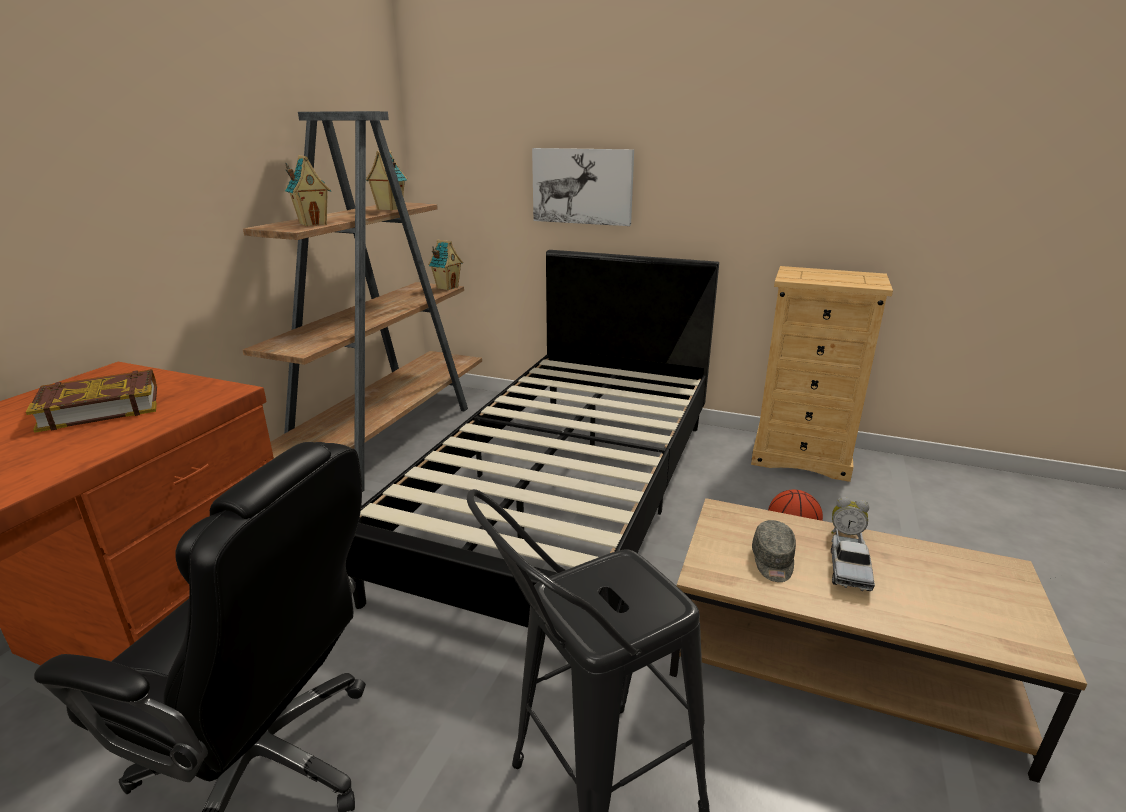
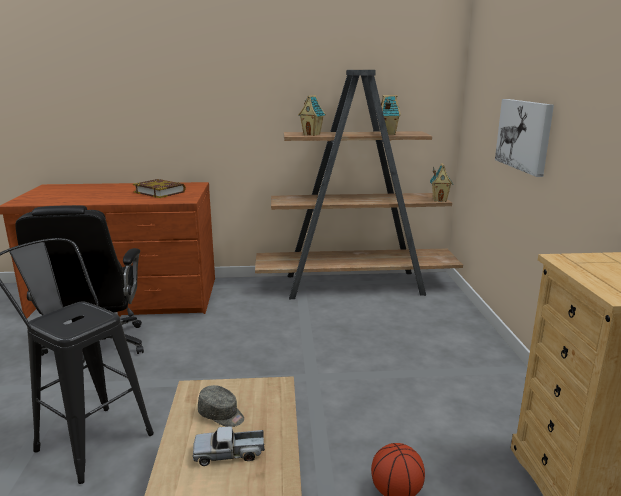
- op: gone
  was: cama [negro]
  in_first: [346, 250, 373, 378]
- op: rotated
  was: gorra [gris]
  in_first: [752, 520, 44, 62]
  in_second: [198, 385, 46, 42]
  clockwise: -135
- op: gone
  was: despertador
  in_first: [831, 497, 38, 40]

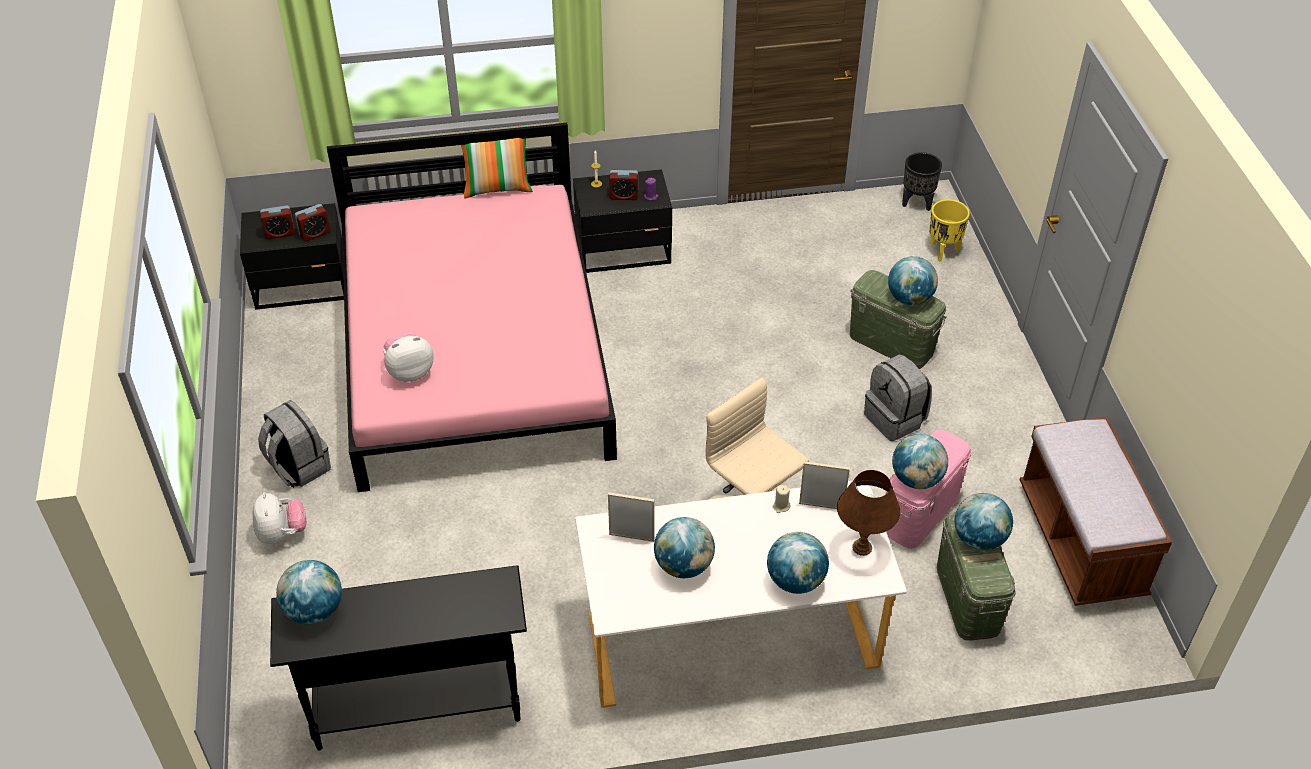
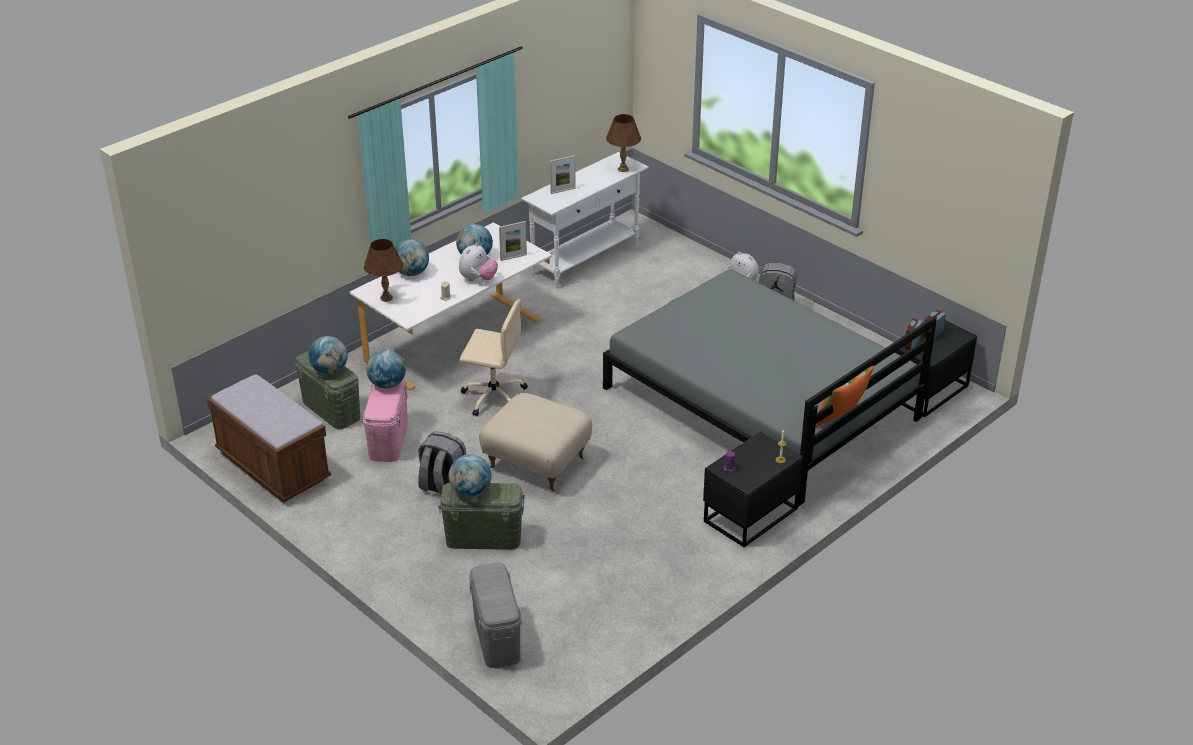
- op: repainted
  was: mesa consola [negro]
  now: mesa consola [blanco]
  in_first: [270, 565, 257, 185]
  in_second: [521, 152, 128, 137]
- op: swapped
  was: globo terráqueo
  now: lámpara de mesa [marrón]
  in_first: [276, 560, 66, 64]
  in_second: [606, 114, 35, 58]
- op: repainted
  was: cama [rosa]
  now: cama [gris]
  in_first: [327, 123, 290, 369]
  in_second: [603, 269, 334, 238]
- op: shifted
  was: peluche
  in_first: [383, 333, 51, 49]
  in_second: [459, 243, 39, 38]
- op: gone
  was: despertador
  in_first: [609, 170, 29, 30]
- op: shifted
  was: portarretratos
  in_first: [799, 461, 51, 48]
  in_second: [550, 155, 26, 39]
- op: gone
  was: maceta [negro]
  in_first: [902, 152, 40, 59]
- op: swapped
  was: maceta [amarillo]
  now: caja de almacenaje [gris]
  in_first: [929, 199, 41, 63]
  in_second: [469, 563, 53, 105]
- op: new
  now: puf [beis]
  in_second: [479, 393, 113, 98]

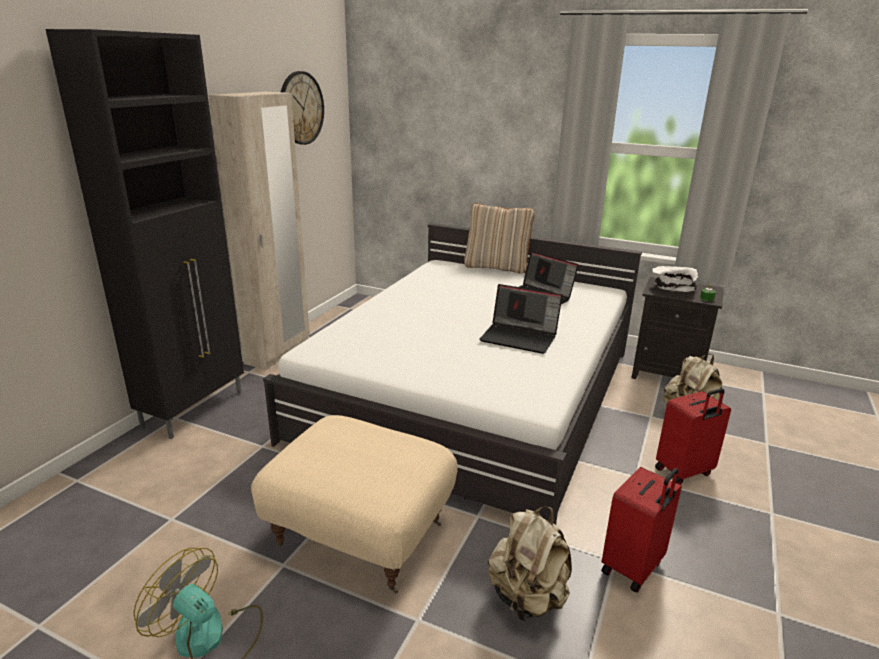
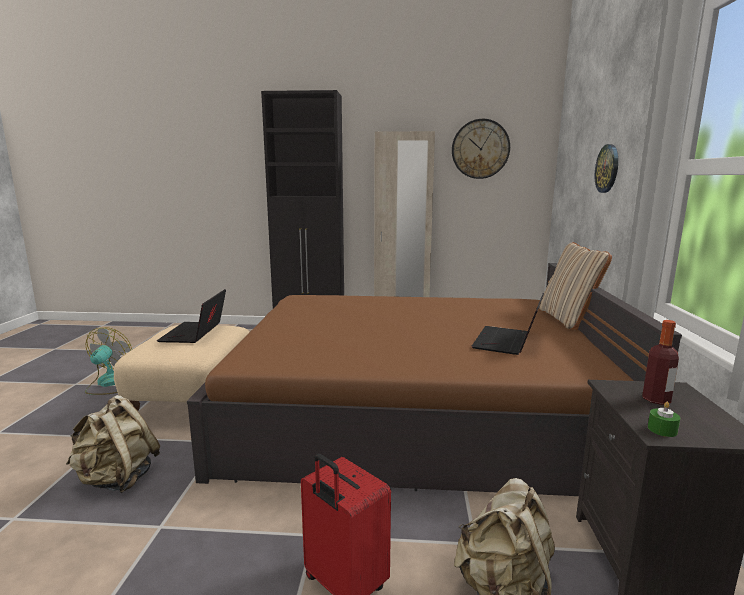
- op: repainted
  was: cama [blanco]
  now: cama [marrón]
  in_first: [263, 223, 379, 302]
  in_second: [187, 263, 495, 233]
- op: shifted
  was: portátil
  in_first: [479, 284, 83, 70]
  in_second: [157, 289, 69, 54]
- op: gone
  was: maleta [rojo]
  in_first: [602, 467, 80, 126]
- op: swapped
  was: cuenco [blanco]
  now: botella
  in_first: [652, 266, 46, 26]
  in_second: [642, 320, 37, 85]
- op: new
  now: reloj de pared
  in_second: [595, 144, 23, 49]

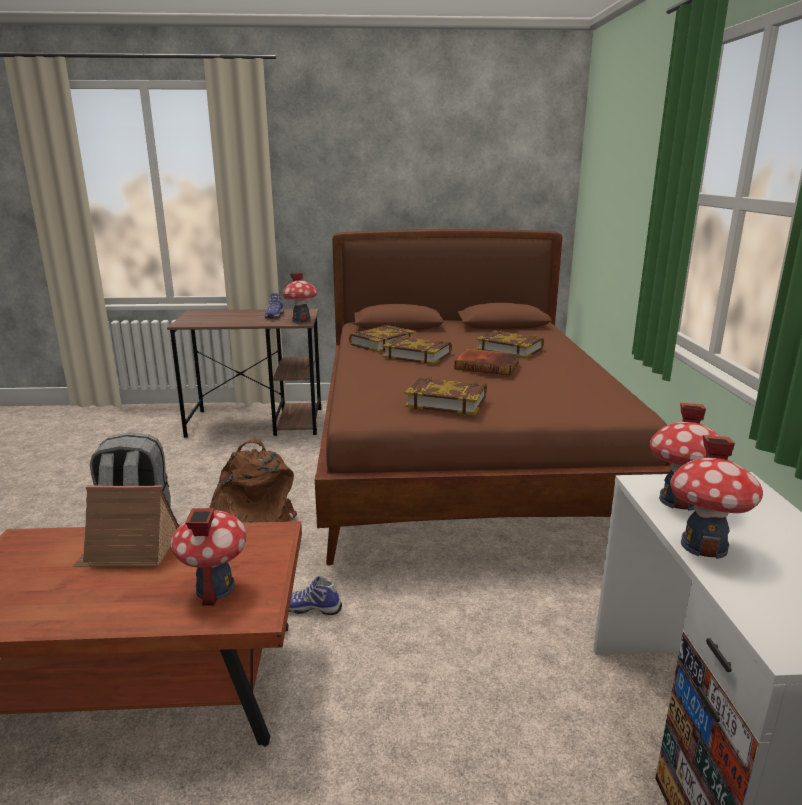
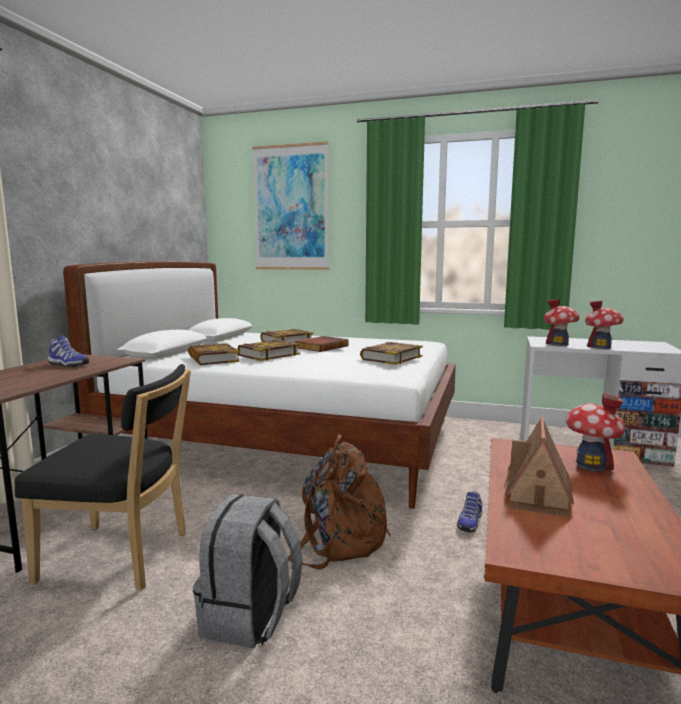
- op: gone
  was: casita
  in_first: [283, 273, 34, 50]
- op: repainted
  was: cama [marrón]
  now: cama [blanco]
  in_first: [315, 229, 357, 336]
  in_second: [63, 261, 393, 248]
- op: new
  now: silla [negro]
  in_second: [15, 364, 176, 227]
- op: new
  now: cuadro
  in_second: [252, 142, 77, 128]

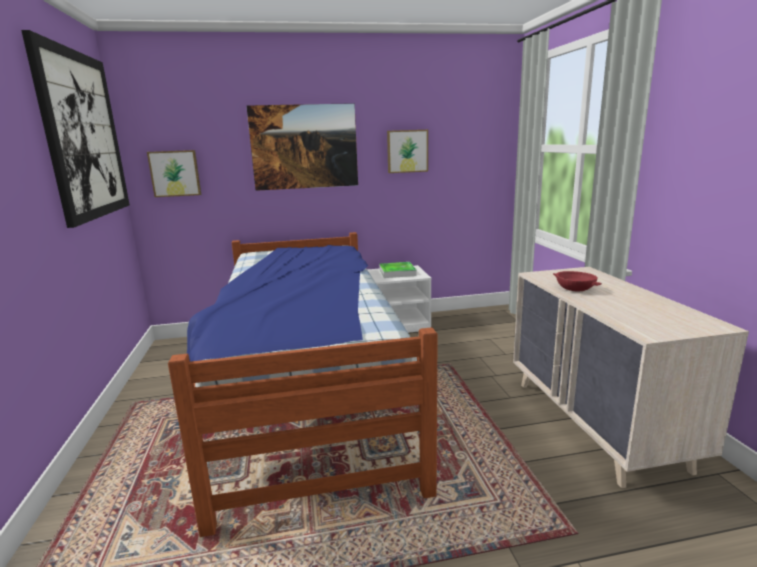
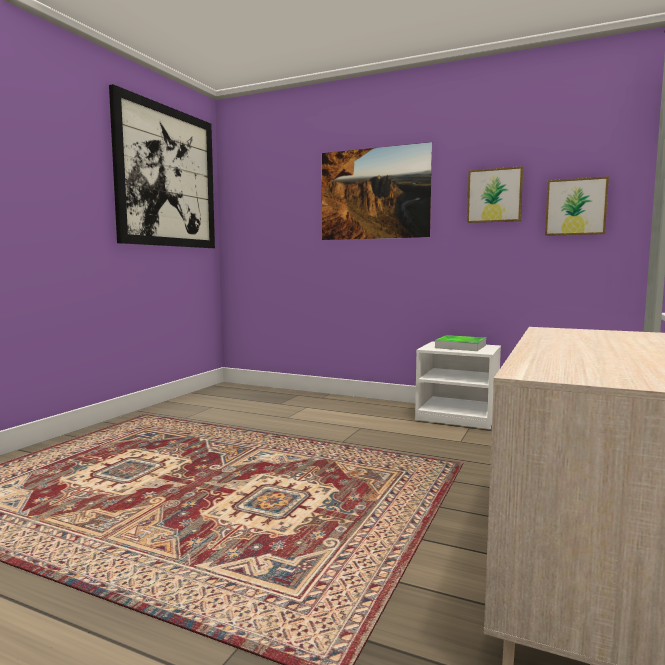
- op: shifted
  was: cuadro
  in_first: [147, 150, 54, 47]
  in_second: [545, 176, 64, 60]
- op: gone
  was: cama
  in_first: [168, 232, 270, 305]
- op: gone
  was: cuenco [rojo]
  in_first: [553, 271, 49, 20]

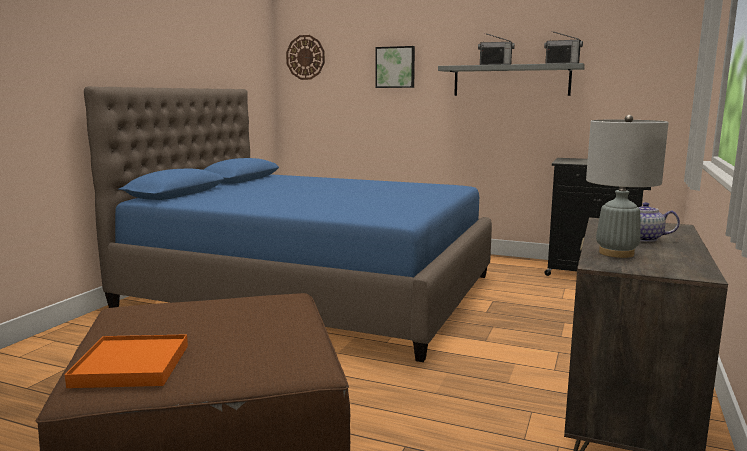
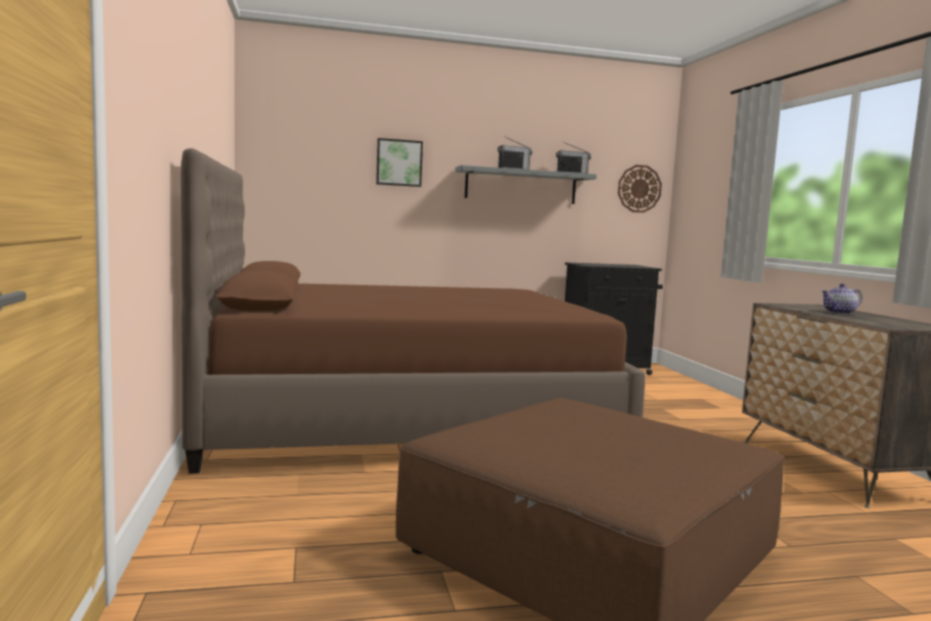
- op: gone
  was: bandeja [naranja]
  in_first: [65, 334, 123, 54]
- op: repainted
  was: cama [azul]
  now: cama [marrón]
  in_first: [84, 86, 408, 276]
  in_second: [181, 148, 464, 326]
- op: shifted
  was: reloj de pared
  in_first: [286, 35, 39, 45]
  in_second: [618, 165, 44, 48]
- op: gone
  was: lámpara de mesa [gris]
  in_first: [586, 115, 83, 143]

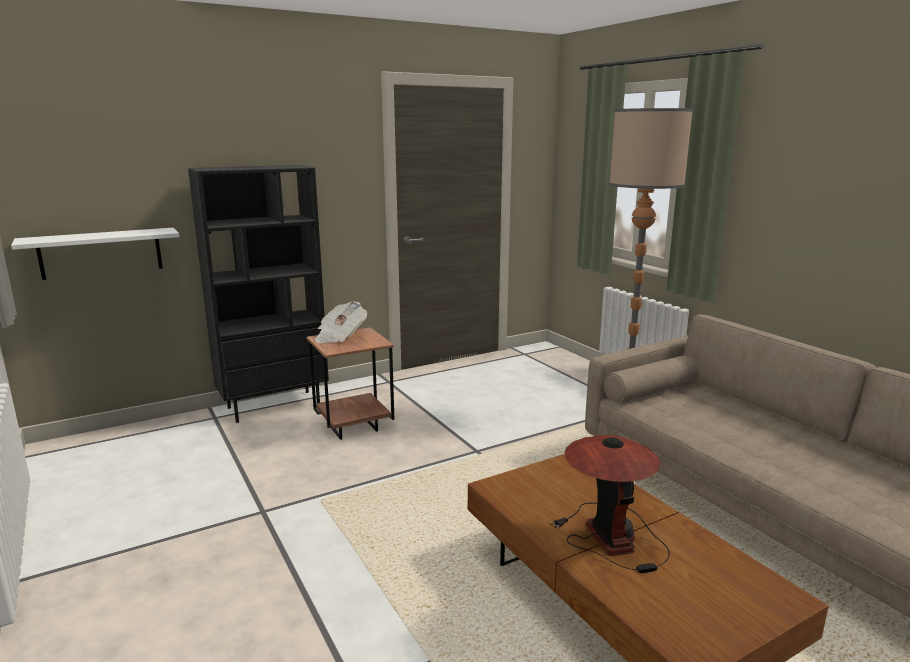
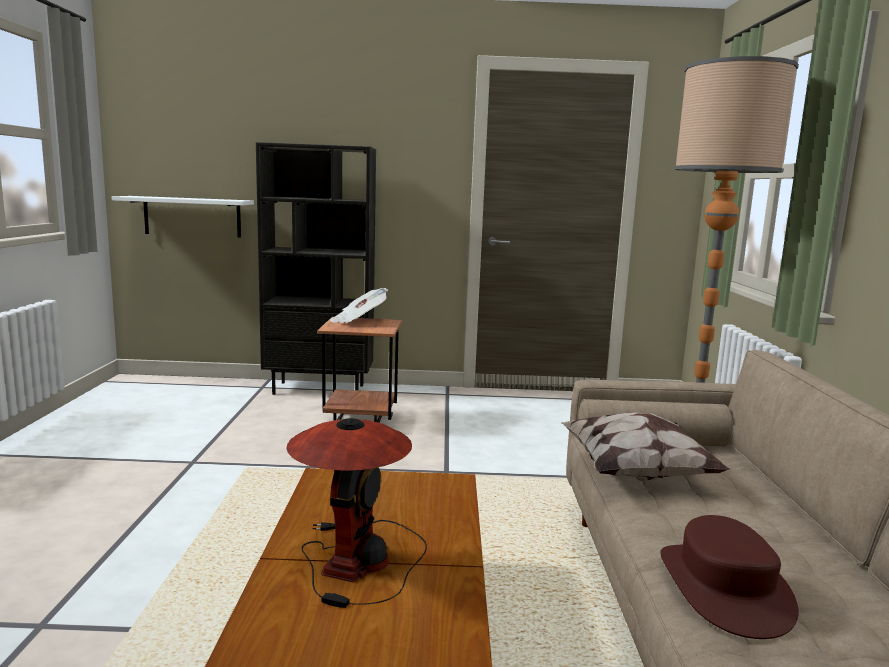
- op: new
  now: cojín
  in_second: [560, 412, 170, 69]
- op: new
  now: sombrero [marrón]
  in_second: [660, 515, 139, 124]

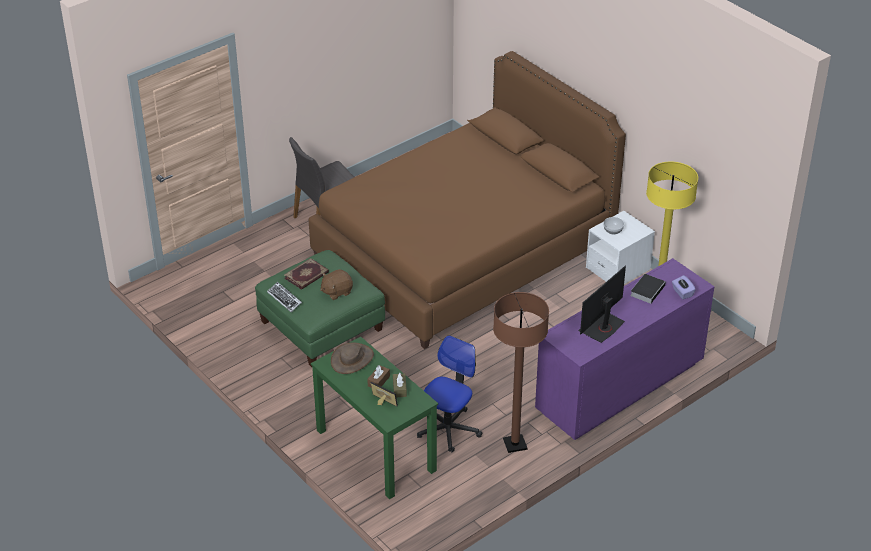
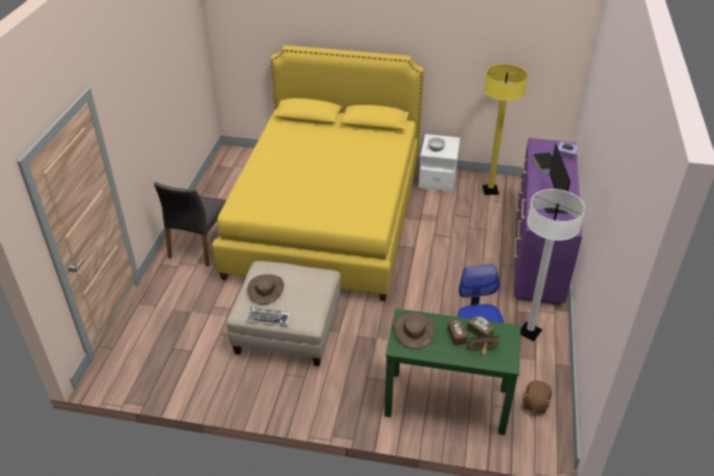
- op: repainted
  was: puf [verde]
  now: puf [beis]
  in_first: [255, 250, 130, 117]
  in_second: [227, 261, 114, 106]
- op: swapped
  was: libro
  now: sombrero [marrón]
  in_first: [284, 258, 45, 32]
  in_second: [247, 274, 37, 31]
- op: repainted
  was: cama [marrón]
  now: cama [amarillo]
  in_first: [309, 51, 317, 298]
  in_second: [212, 45, 212, 256]
- op: shifted
  was: peluche [marrón]
  in_first: [320, 269, 33, 31]
  in_second: [524, 381, 28, 33]
- op: repainted
  was: lámpara de pie [marrón]
  now: lámpara de pie [blanco]
  in_first: [493, 292, 56, 161]
  in_second: [521, 189, 64, 152]

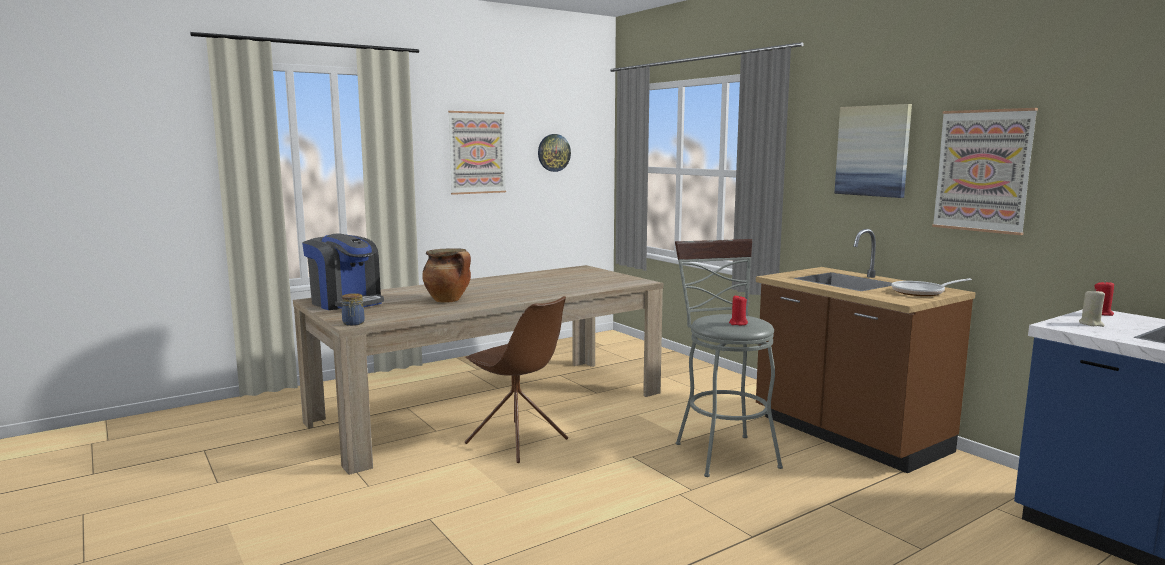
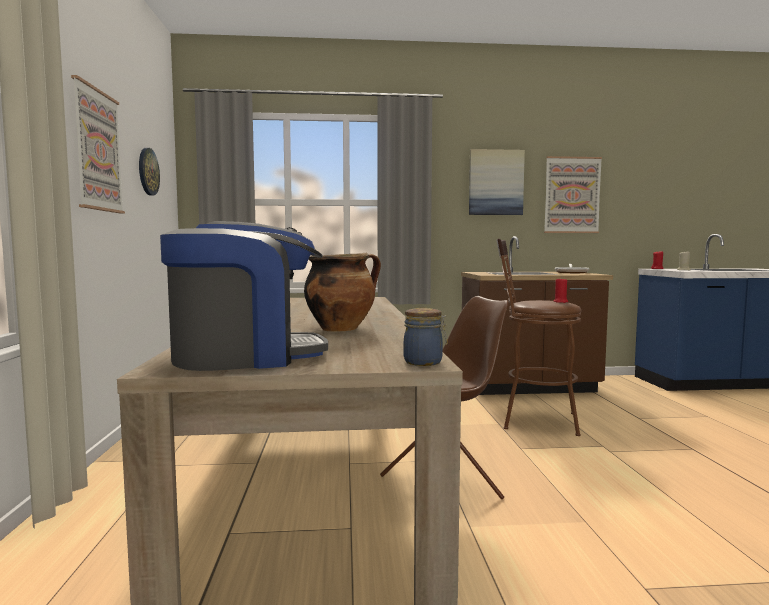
- op: repainted
  was: taburete [gris]
  now: taburete [marrón]
  in_first: [675, 239, 108, 238]
  in_second: [496, 239, 86, 197]

